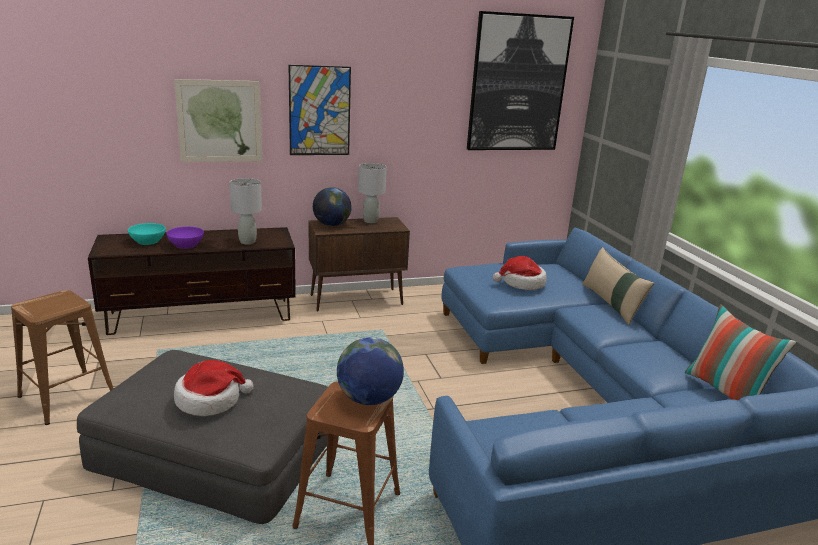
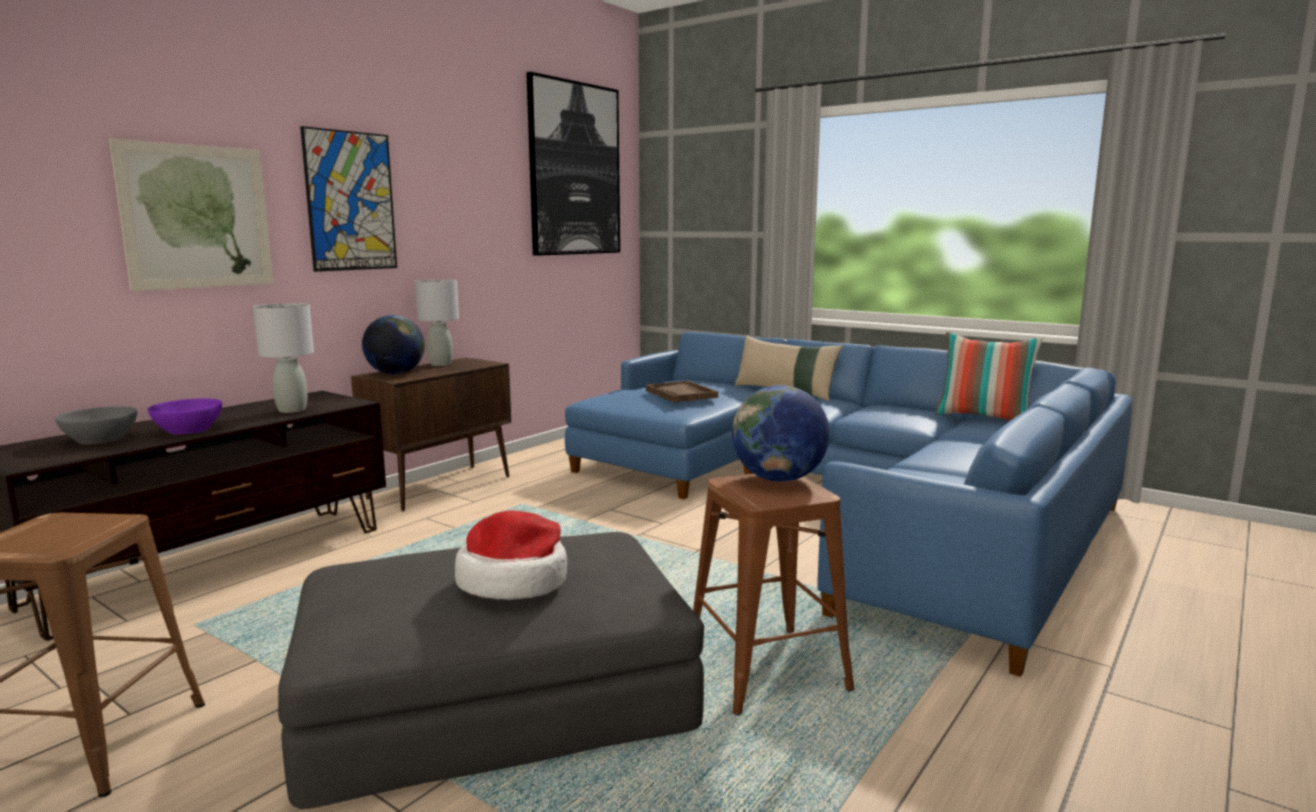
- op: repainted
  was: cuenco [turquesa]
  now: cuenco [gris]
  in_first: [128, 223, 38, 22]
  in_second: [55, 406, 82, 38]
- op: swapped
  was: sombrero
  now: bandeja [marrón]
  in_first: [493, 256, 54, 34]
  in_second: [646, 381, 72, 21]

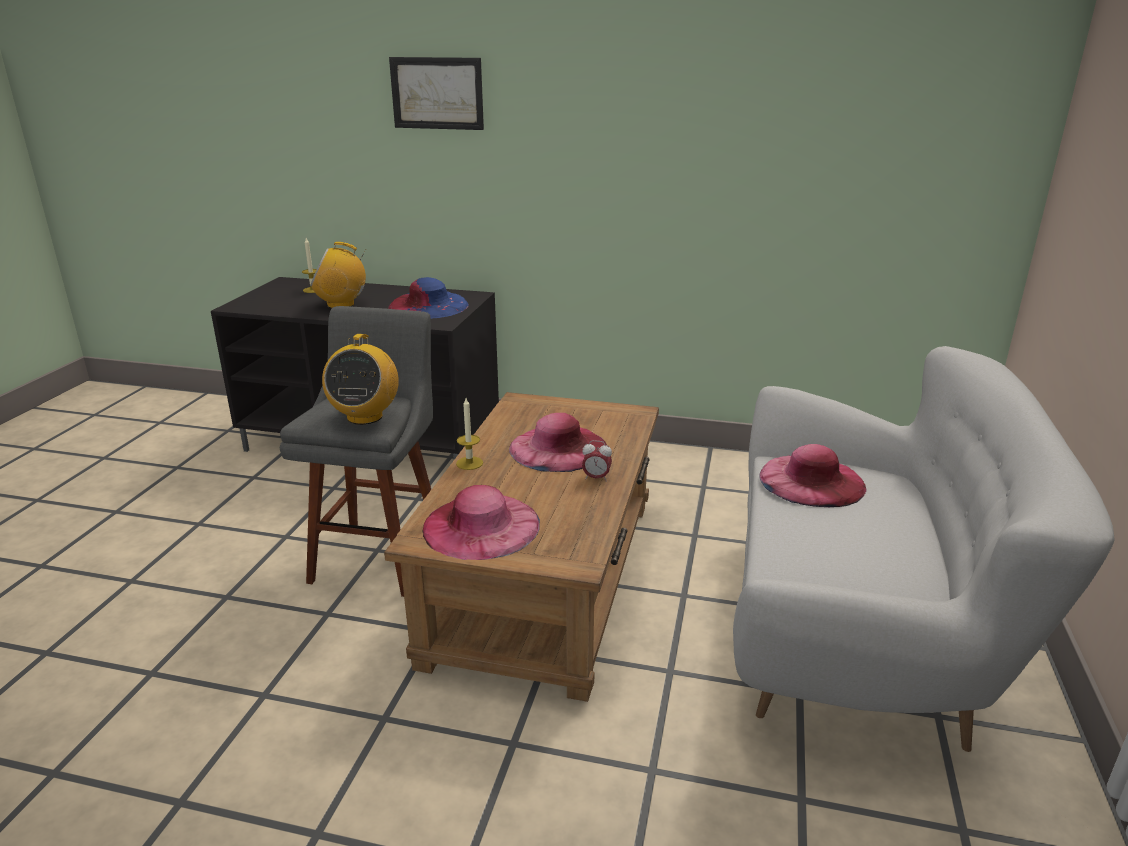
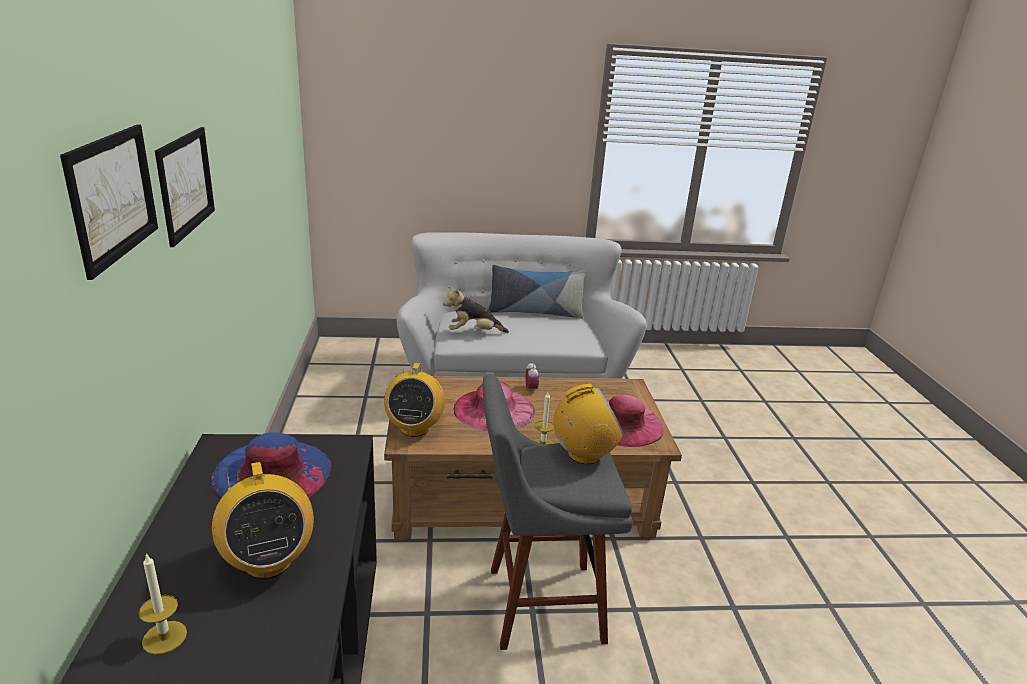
- op: swapped
  was: sombrero [rosa]
  now: peluche
  in_first: [759, 444, 107, 63]
  in_second: [443, 286, 66, 47]
- op: new
  now: cuadro
  in_second: [155, 127, 60, 120]
- op: new
  now: radio
  in_second: [384, 363, 61, 74]
- op: new
  now: cojín
  in_second: [488, 265, 98, 54]

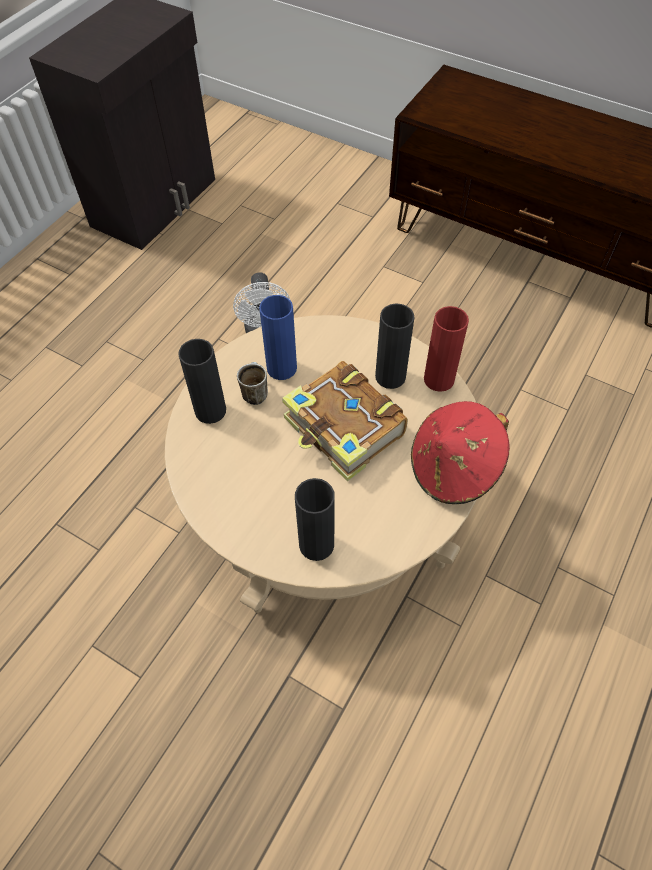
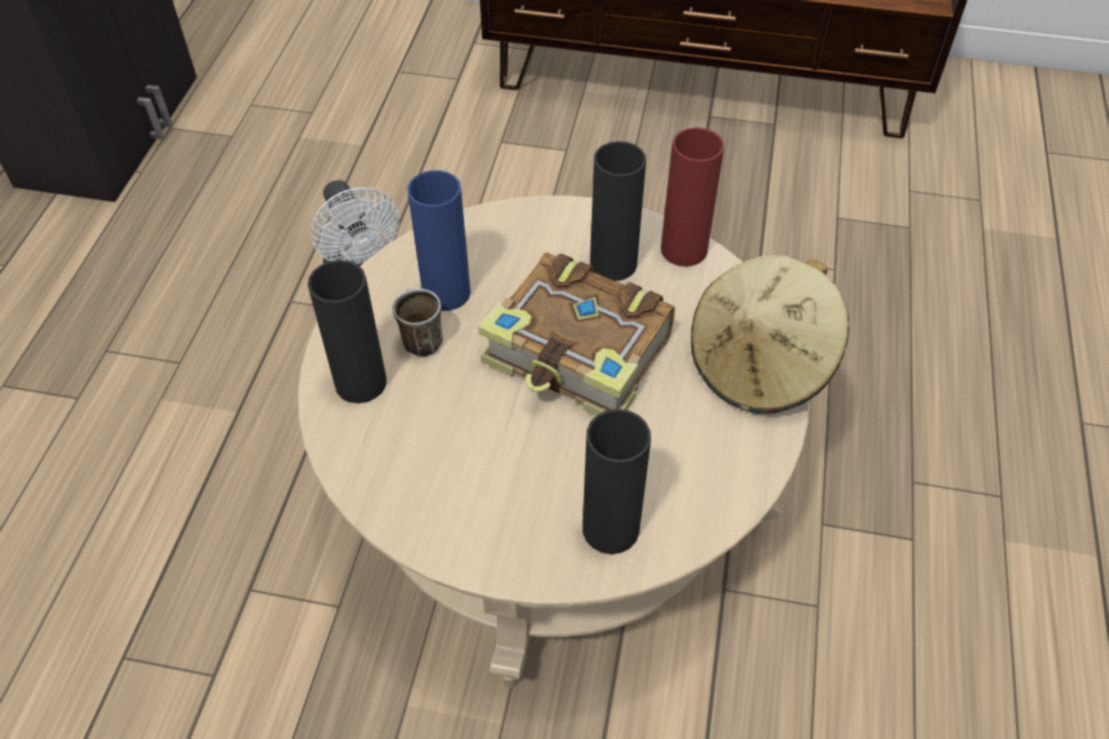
- op: repainted
  was: sombrero [rojo]
  now: sombrero [beis]
  in_first: [411, 401, 99, 103]
  in_second: [691, 255, 158, 159]

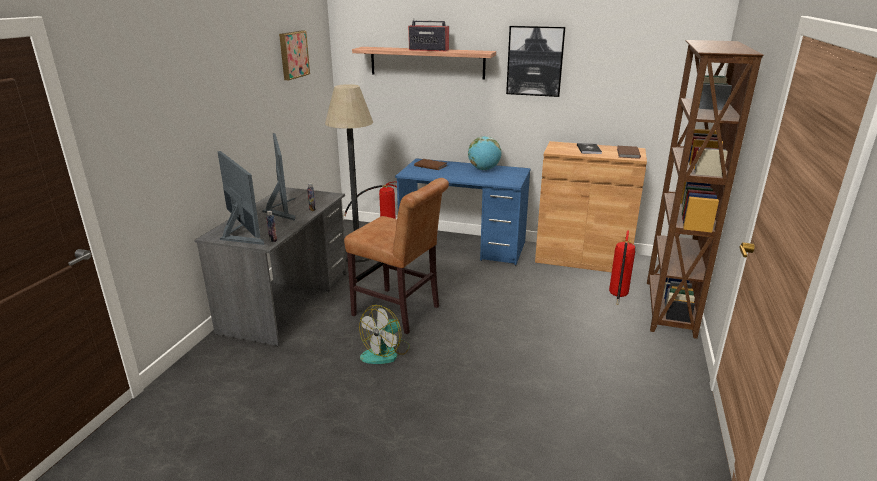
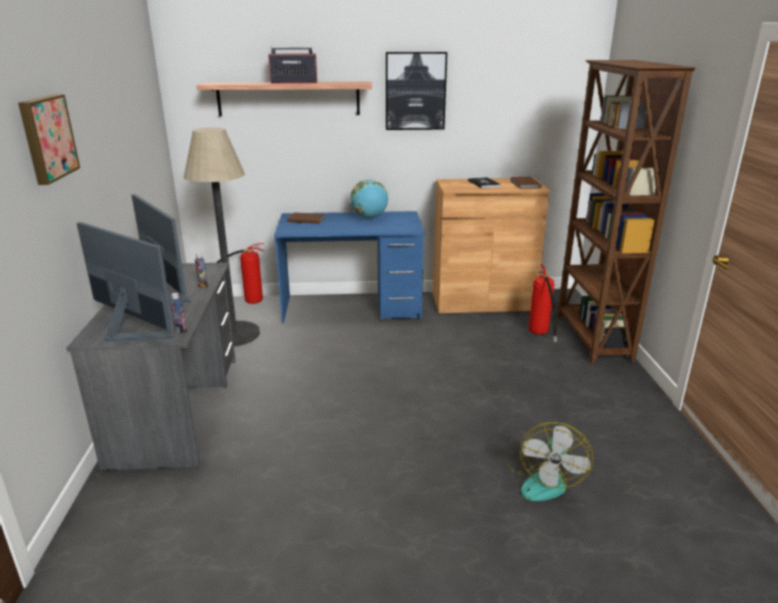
- op: shifted
  was: cuadro
  in_first: [279, 31, 31, 49]
  in_second: [18, 94, 62, 91]
- op: gone
  was: silla [marrón]
  in_first: [344, 178, 105, 156]
- op: shifted
  was: ventilador
  in_first: [359, 305, 51, 59]
  in_second: [508, 422, 85, 79]

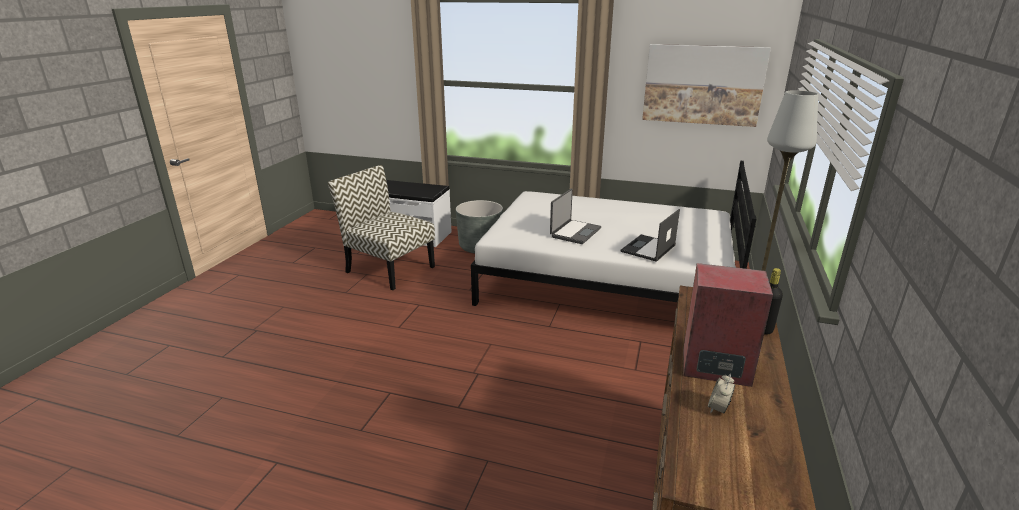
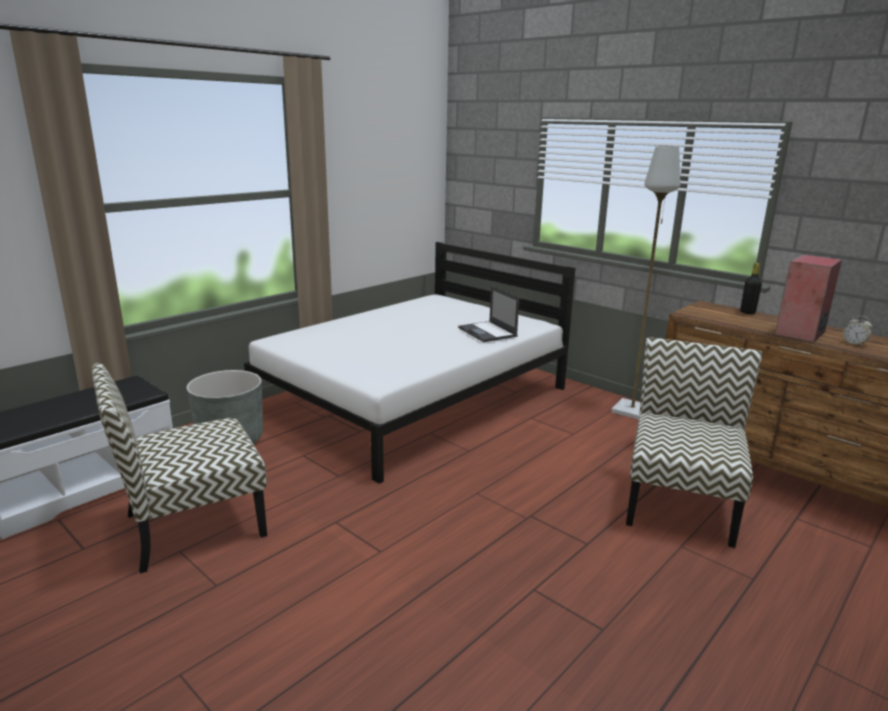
- op: gone
  was: portátil
  in_first: [550, 189, 51, 55]
- op: gone
  was: cuadro
  in_first: [642, 44, 129, 83]
- op: new
  now: silla
  in_second: [626, 337, 136, 211]

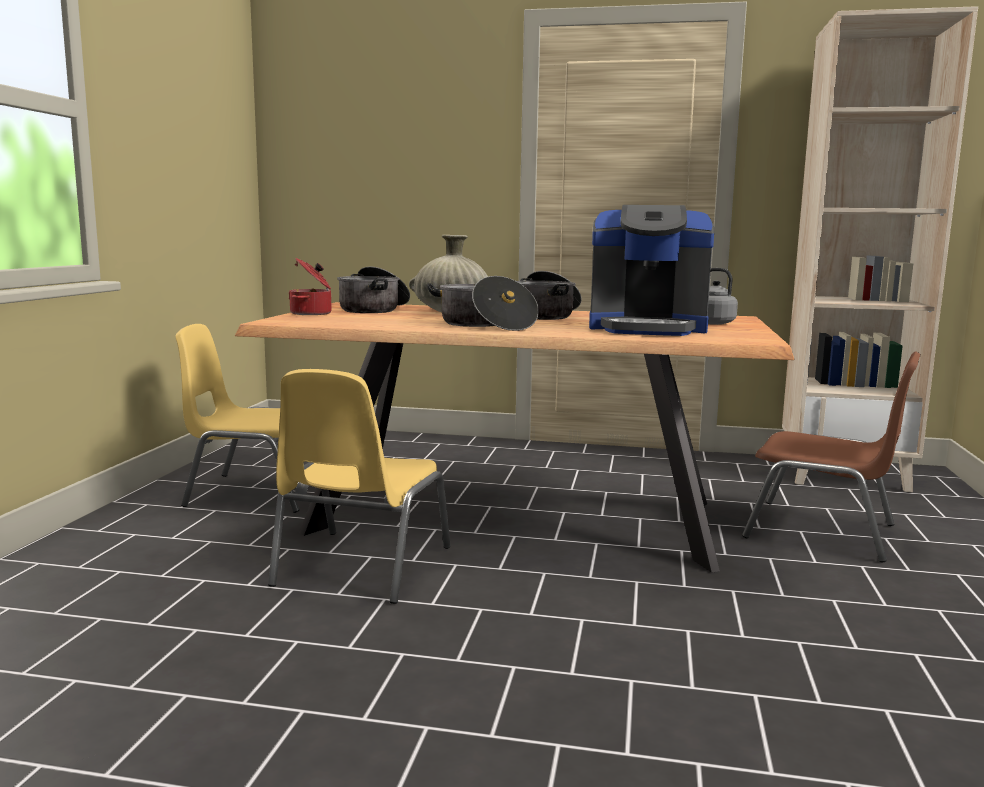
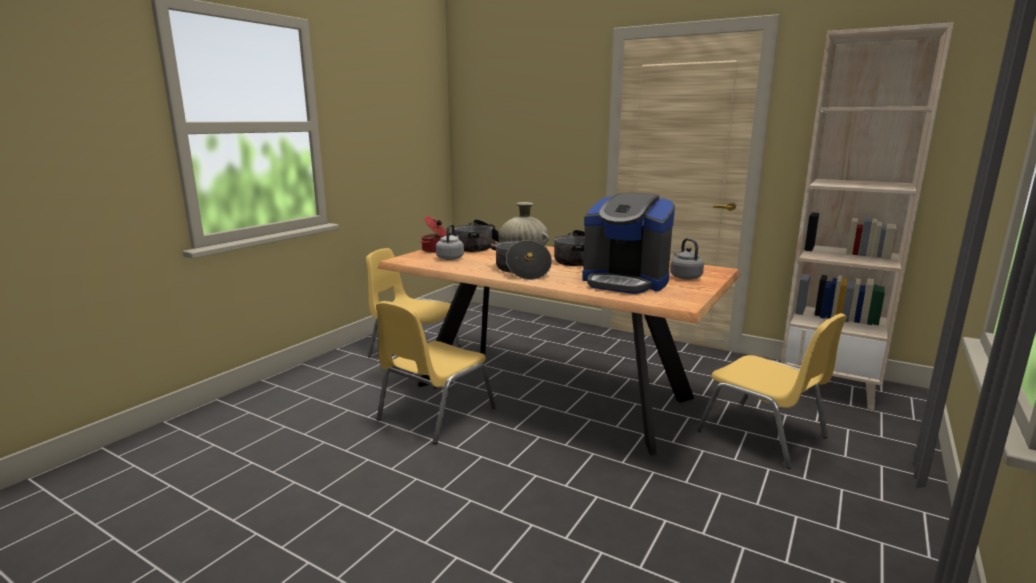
- op: repainted
  was: silla [marrón]
  now: silla [amarillo]
  in_first: [742, 351, 178, 211]
  in_second: [697, 313, 150, 156]
- op: new
  now: hervidor [gris]
  in_second: [436, 224, 28, 36]

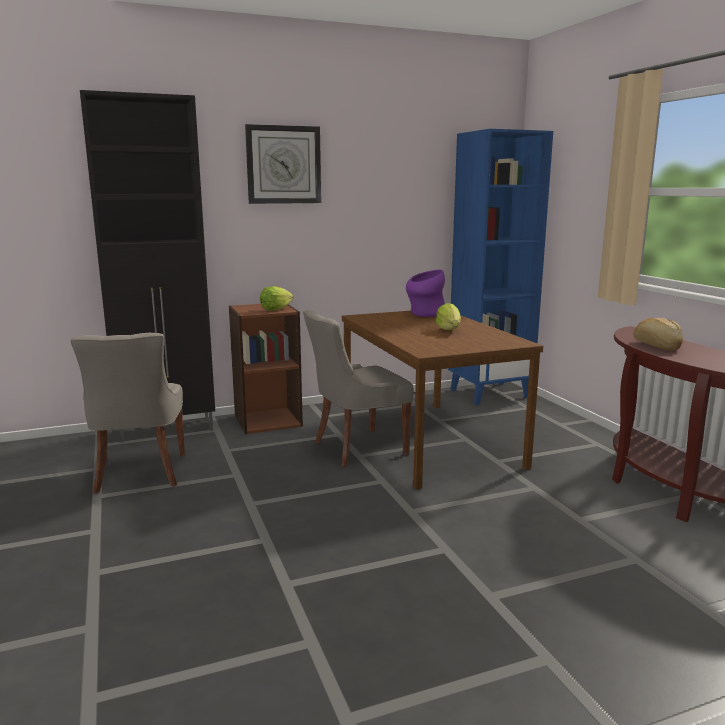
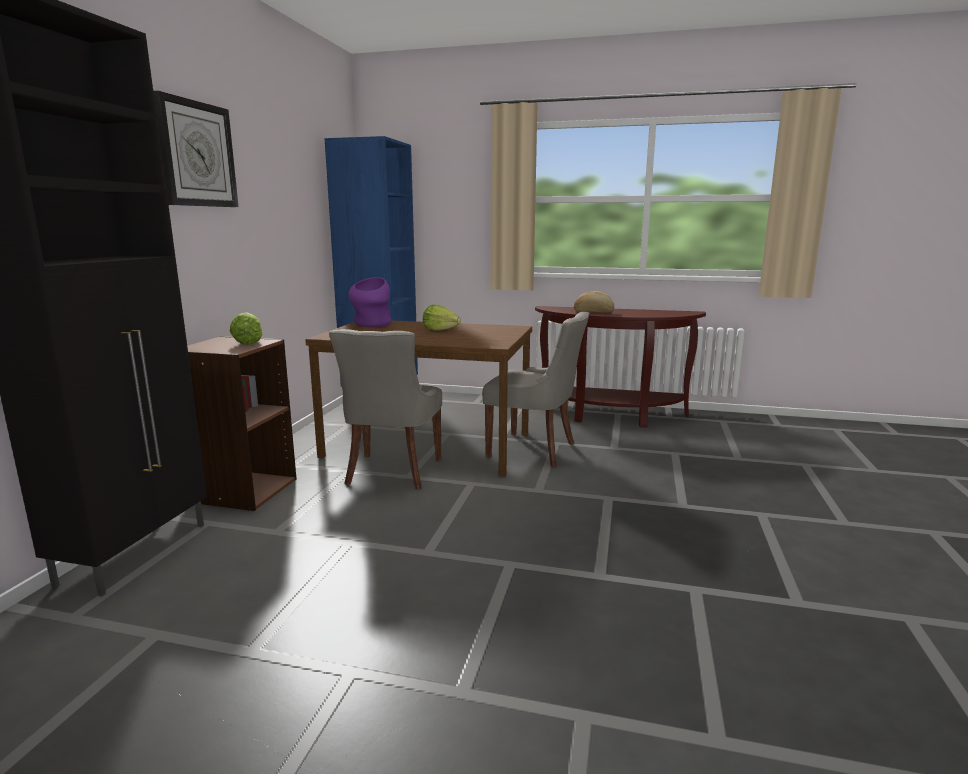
- op: shifted
  was: silla [gris]
  in_first: [70, 333, 115, 161]
  in_second: [482, 312, 107, 155]

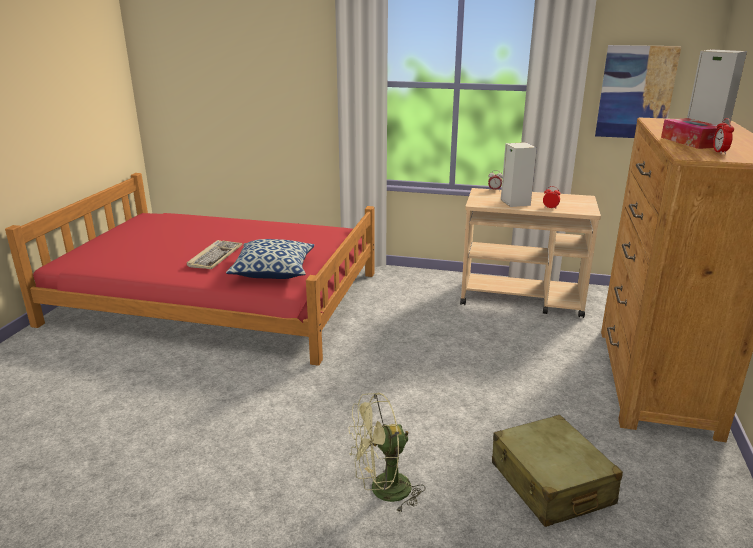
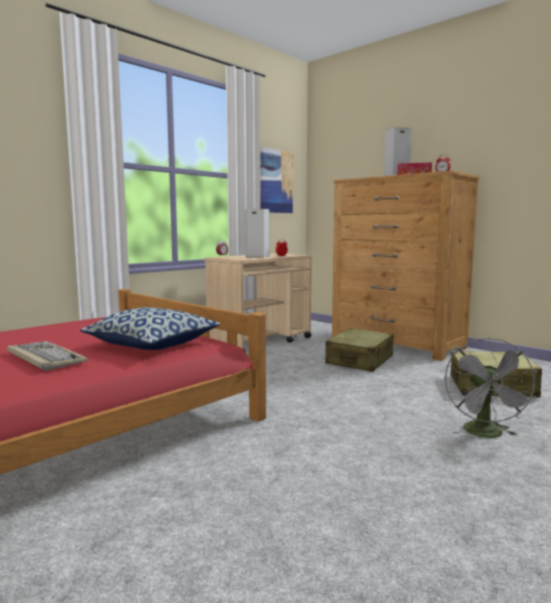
- op: repainted
  was: ventilador [verde]
  now: ventilador [gris]
  in_first: [349, 393, 76, 121]
  in_second: [445, 338, 93, 100]
- op: new
  now: maleta [beis]
  in_second: [325, 328, 69, 44]

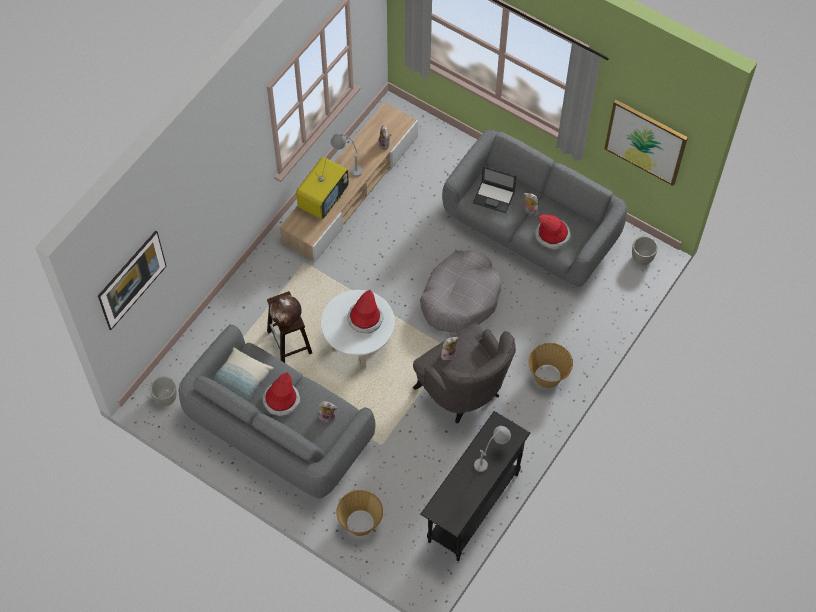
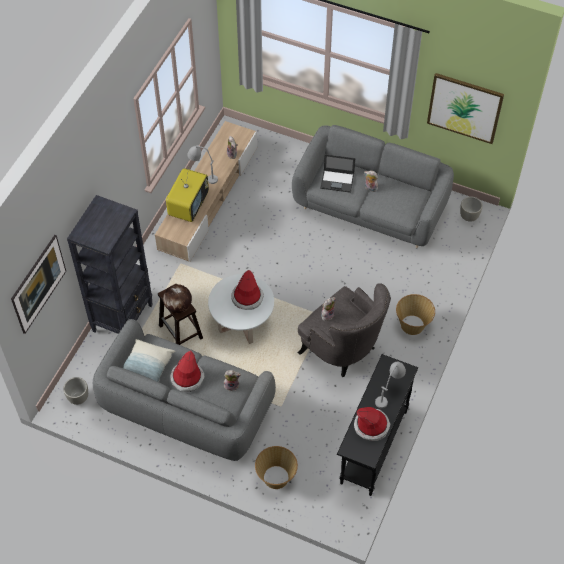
- op: gone
  was: cama para perro [gris]
  in_first: [420, 250, 81, 83]
- op: shifted
  was: sombrero
  in_first: [535, 214, 36, 35]
  in_second: [354, 407, 37, 34]
- op: new
  now: estantería [negro]
  in_second: [67, 195, 86, 139]

